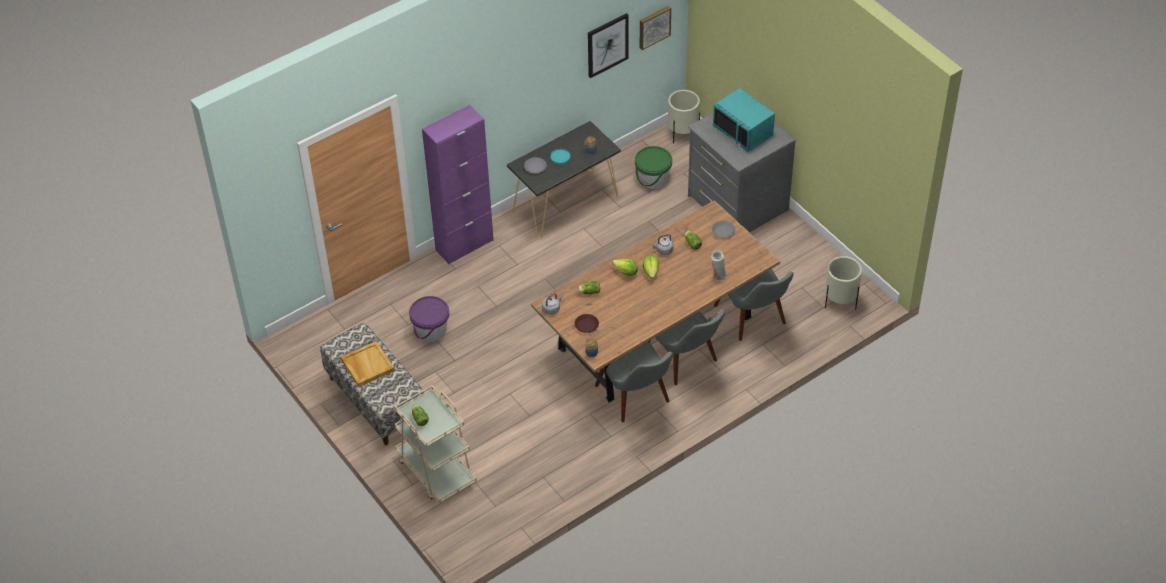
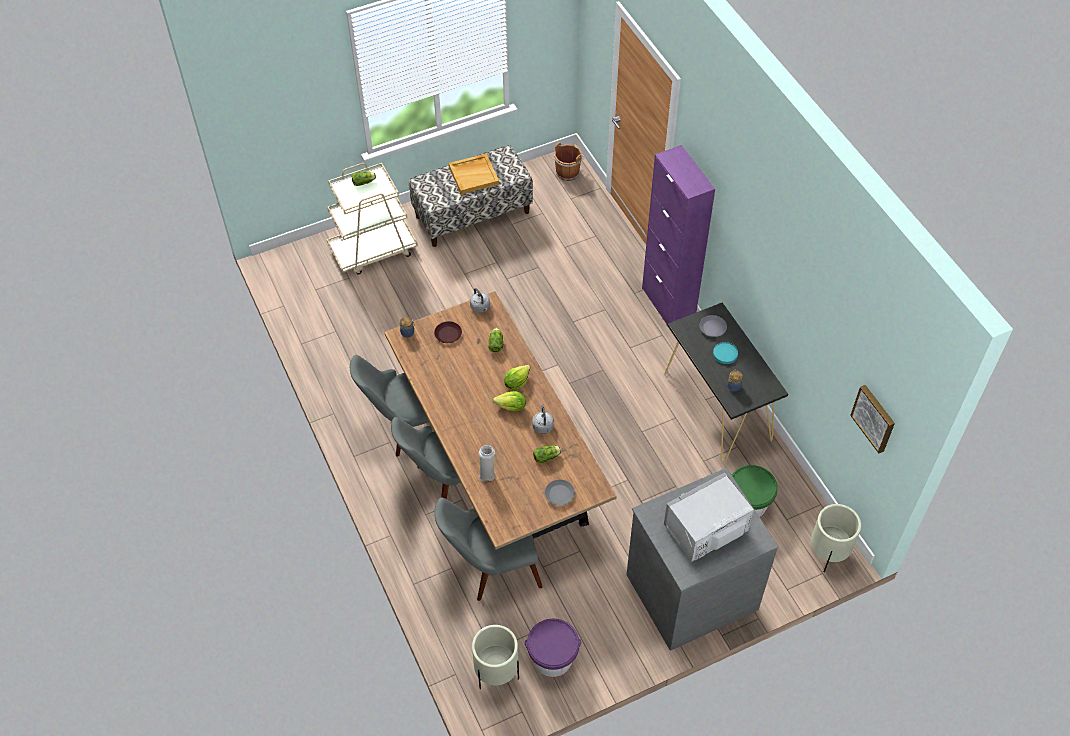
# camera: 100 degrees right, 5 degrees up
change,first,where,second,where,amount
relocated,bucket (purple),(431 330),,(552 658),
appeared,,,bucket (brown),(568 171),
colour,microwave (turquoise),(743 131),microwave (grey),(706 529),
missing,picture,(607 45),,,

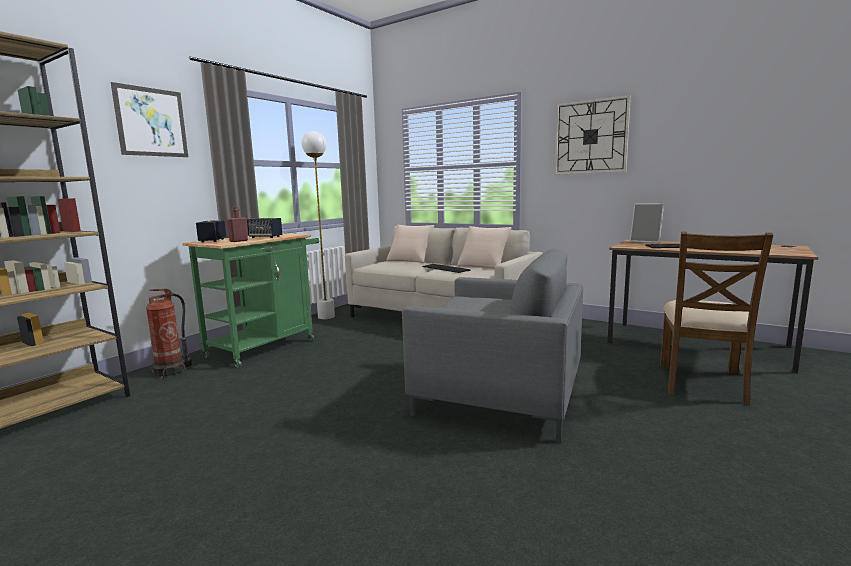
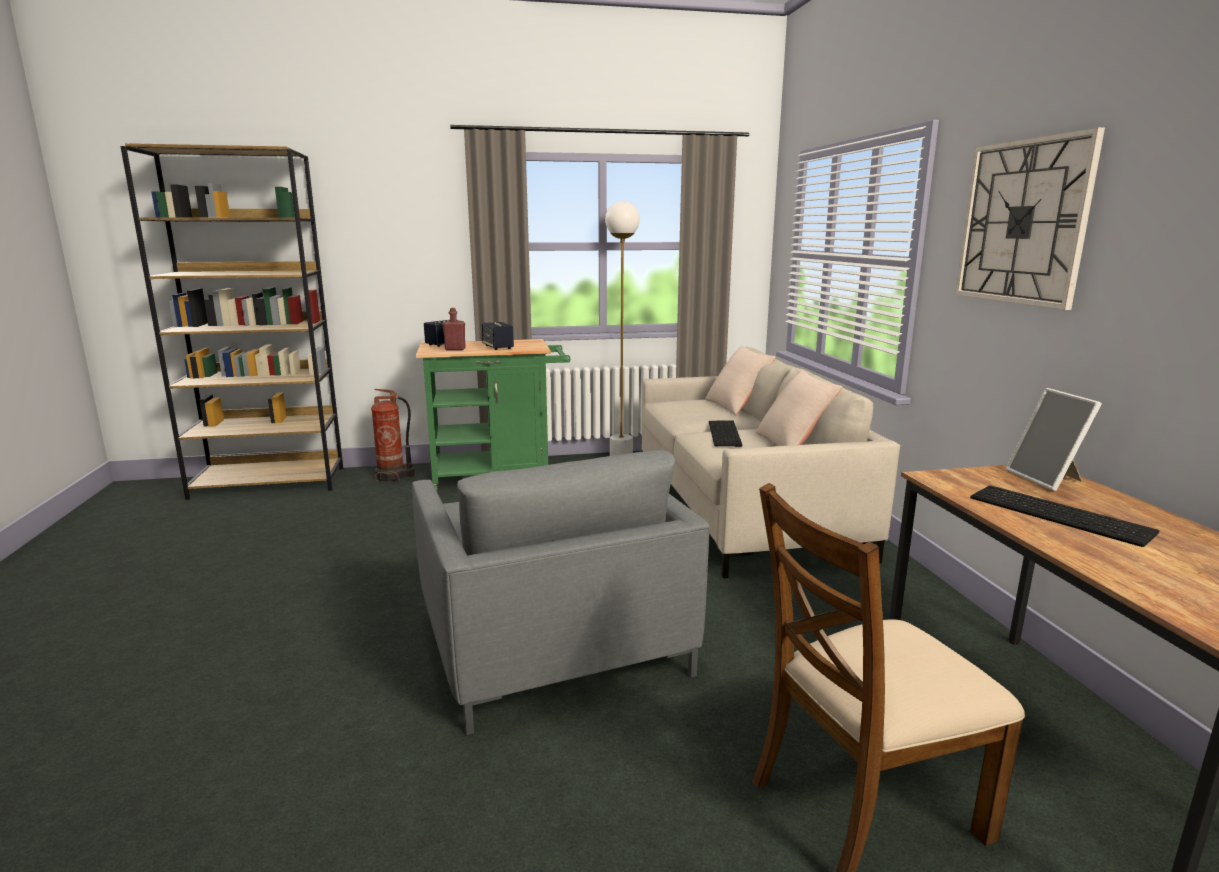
# camera: 45 degrees right, 5 degrees up
change,first,where,second,where,amount
missing,picture,(151 122),,,

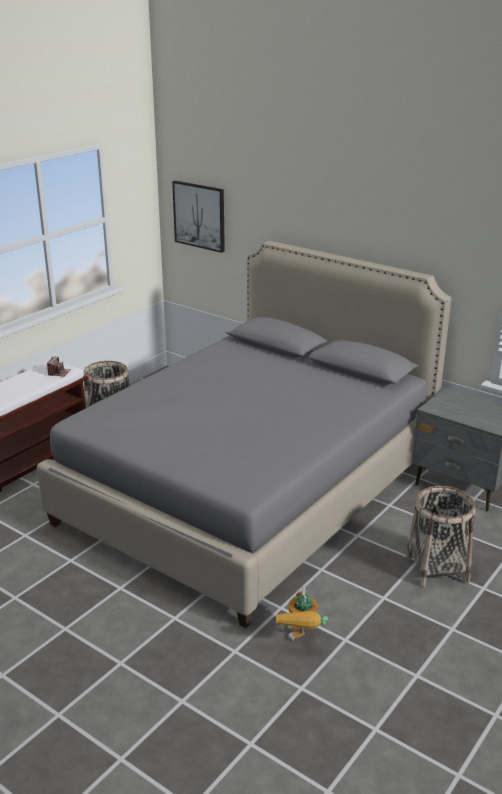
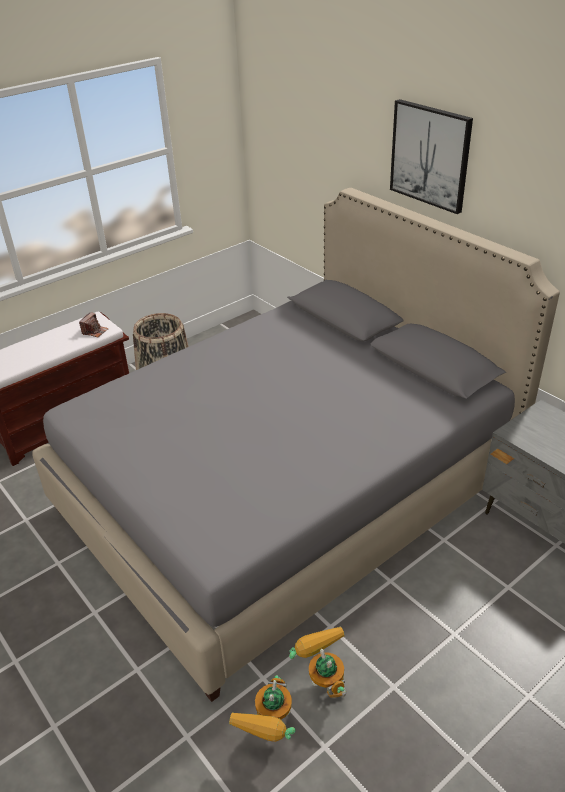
# camera: 15 degrees right, 10 degrees up
change,first,where,second,where,amount
appeared,,,toy robot,(322 682),
relocated,picture,(199 216),,(430 155),
missing,basket,(437 568),,,

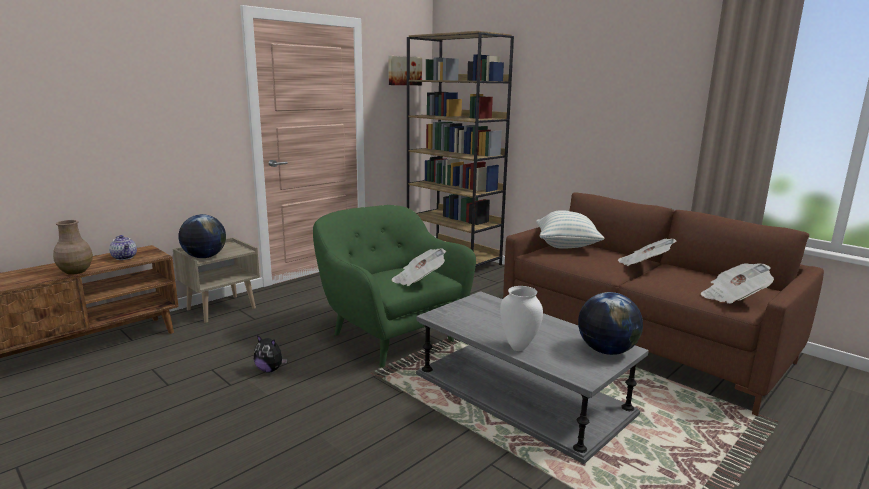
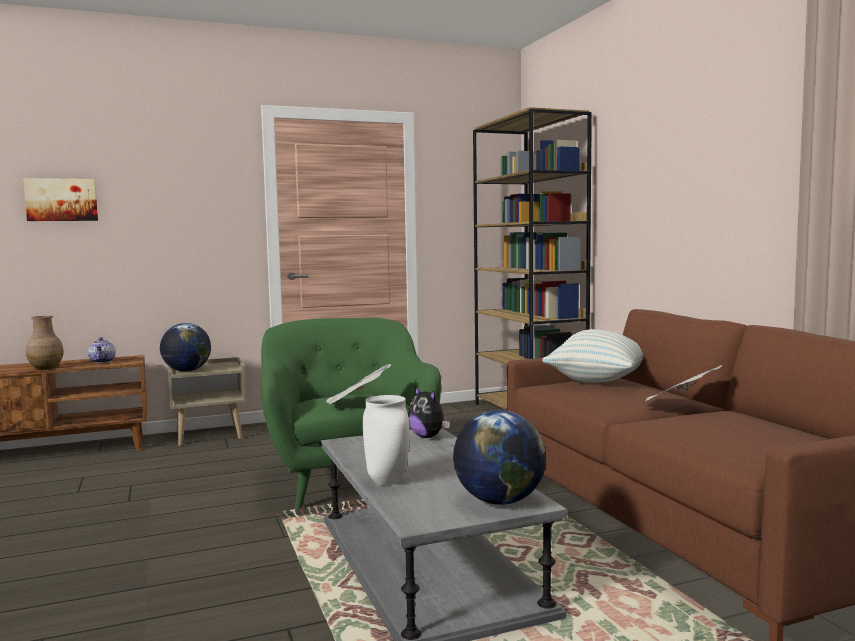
# camera: 25 degrees right, 10 degrees down
change,first,where,second,where,amount
relocated,picture,(404 71),,(62 200),
relocated,plush toy,(270 370),,(428 437),
missing,newspaper,(733 298),,,

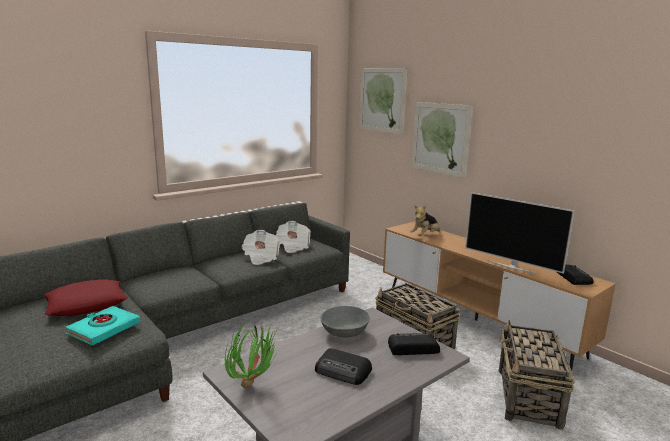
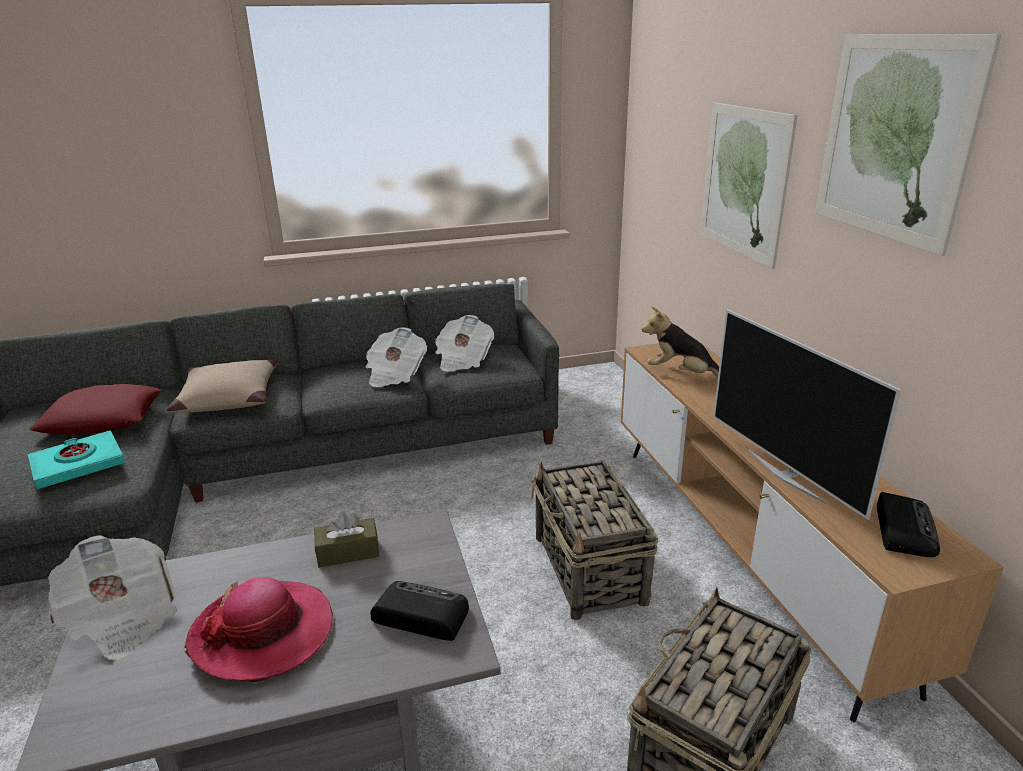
# camera: 25 degrees right, 10 degrees up
change,first,where,second,where,amount
exchanged,potted plant,(254 384),newspaper,(121 618),
appeared,,,pillow (beige),(227 397),
exchanged,radio,(343 371),hat,(263 633),
exchanged,bowl (grey),(344 332),tissue box (brown),(348 552),
spun,plush toy,(425 236),,(681 374),45 degrees clockwise
relocated,picture,(382 100),,(894 138),

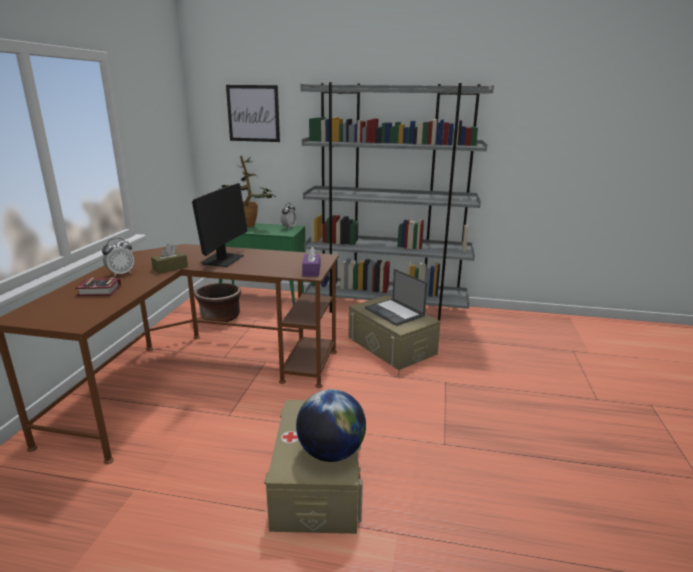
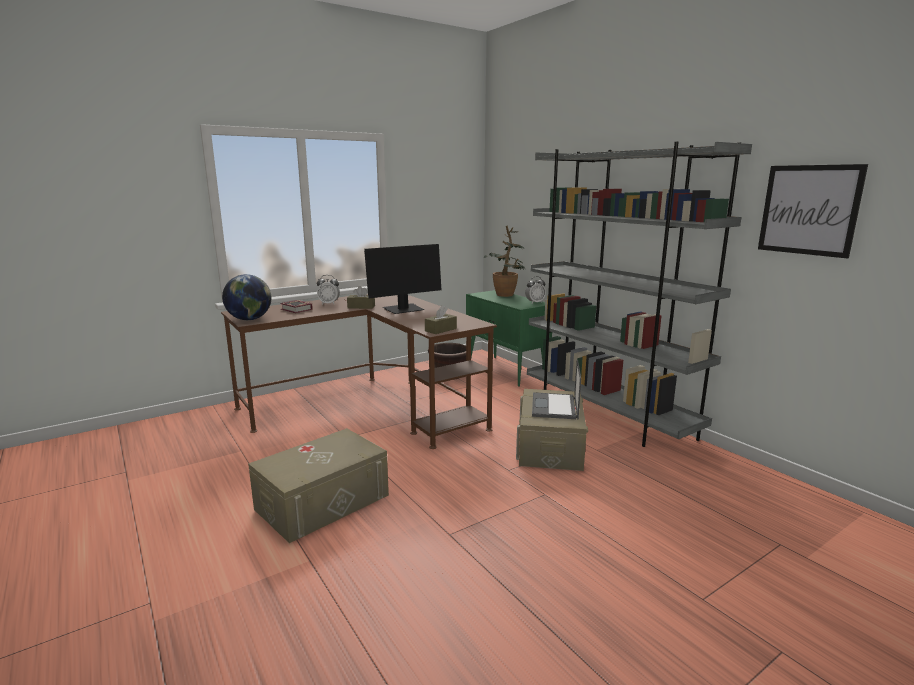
# camera: 45 degrees right, 5 degrees down
change,first,where,second,where,amount
relocated,globe,(331 452),,(249 319),
colour,tissue box (purple),(311 271),tissue box (brown),(440 330),
relocated,picture,(253 113),,(809 210),

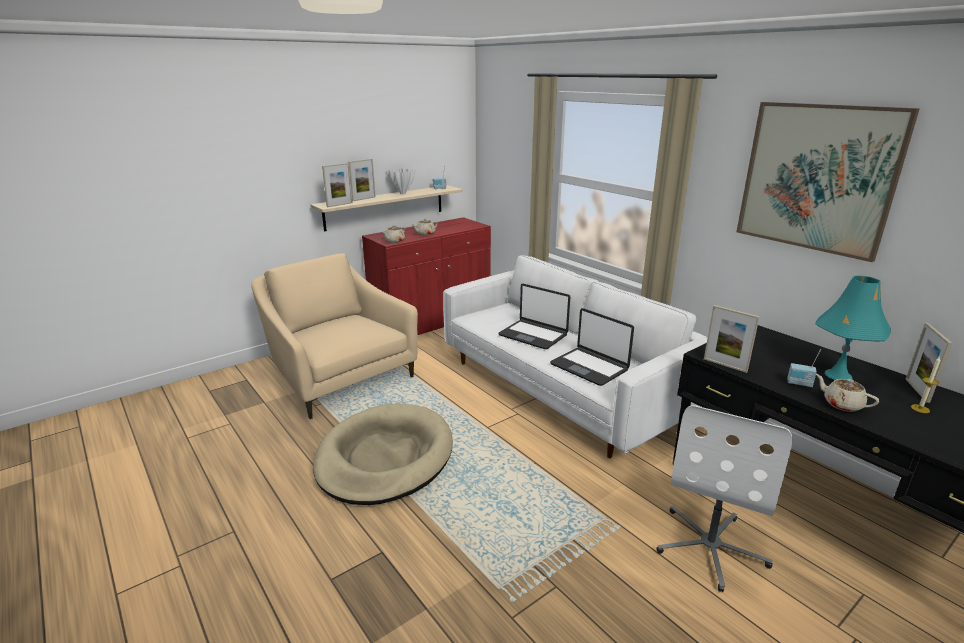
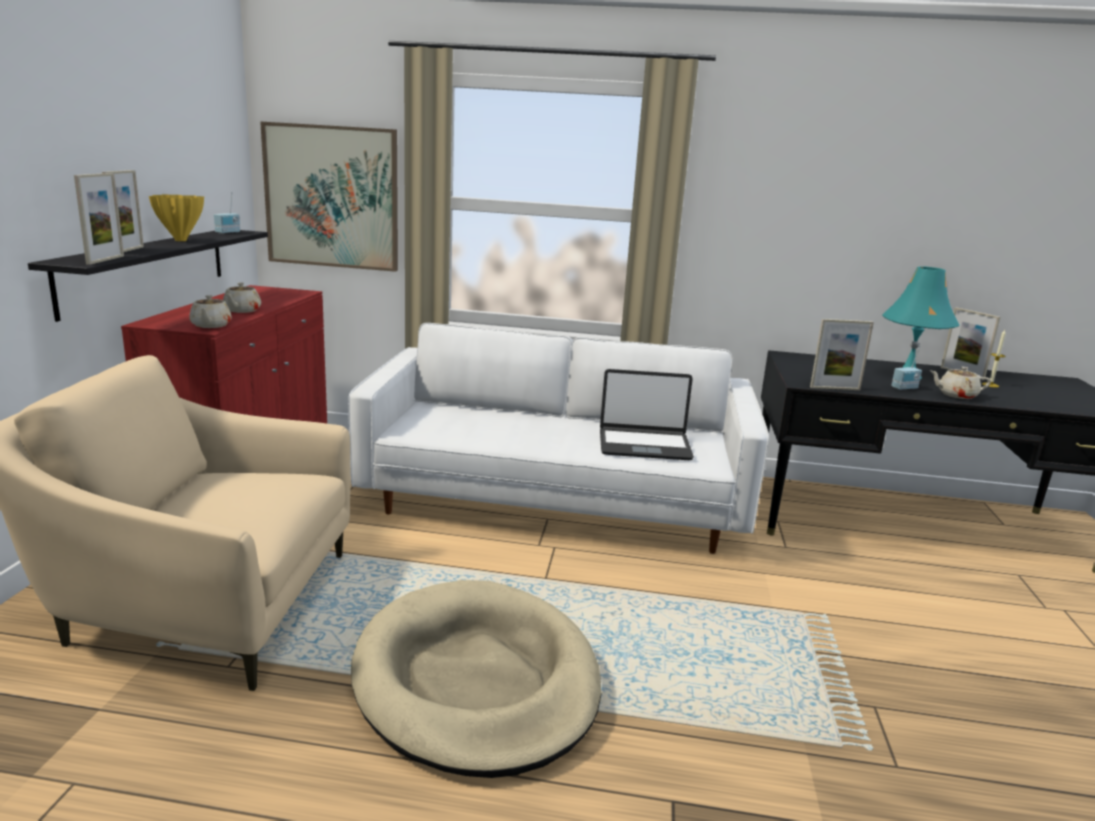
# camera: 45 degrees left, 5 degrees down
change,first,where,second,where,amount
colour,shelf (beige),(385 207),shelf (black),(147 269),
colour,vase (white),(402 193),vase (yellow),(179 240),
relocated,picture,(817 178),,(332 197),
missing,laptop,(533 335),,,
missing,office chair (white),(710 547),,,

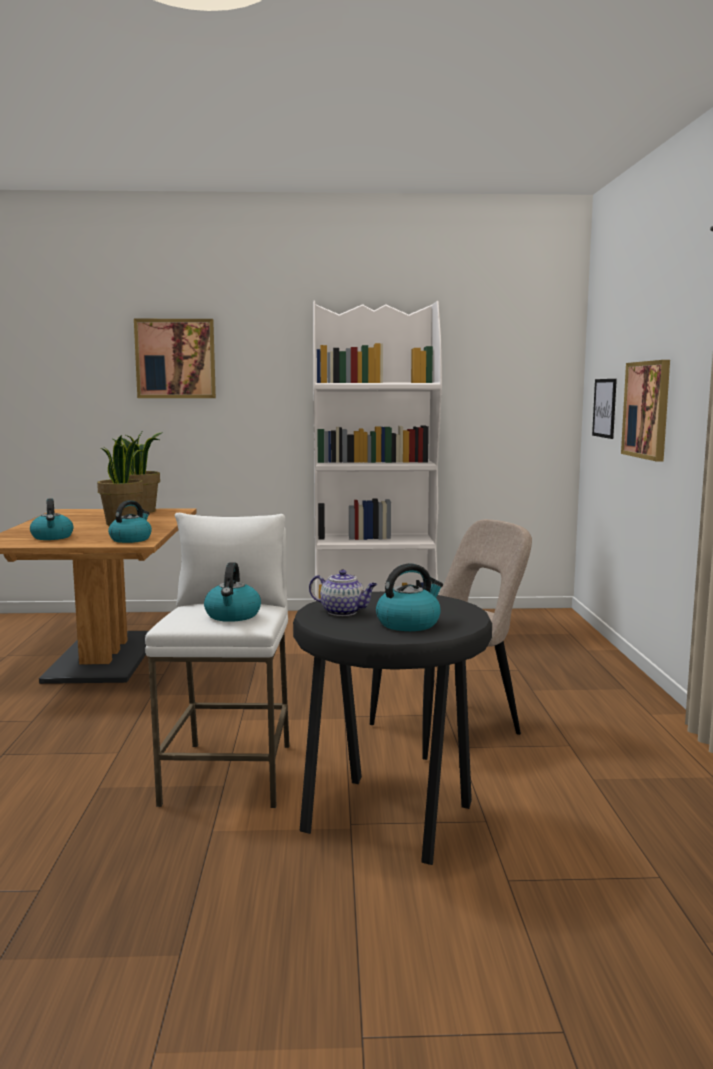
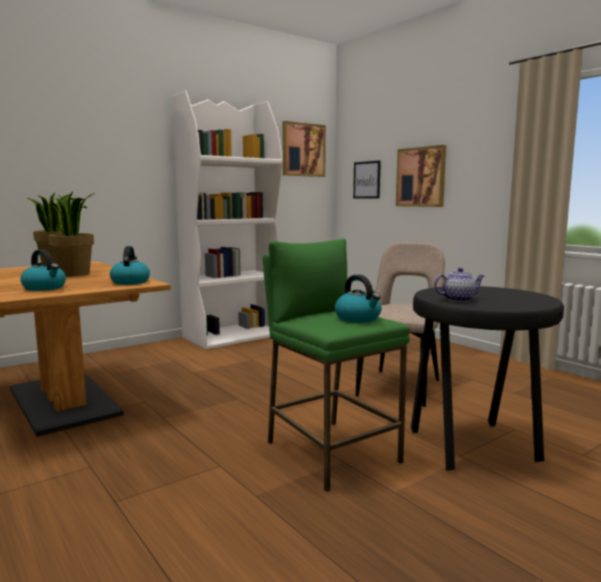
# camera: 35 degrees left, 0 degrees up
change,first,where,second,where,amount
colour,stool (white),(229 773),stool (green),(331 452),
relocated,picture,(175 359),,(303 150),
missing,kettle,(409 623),,,

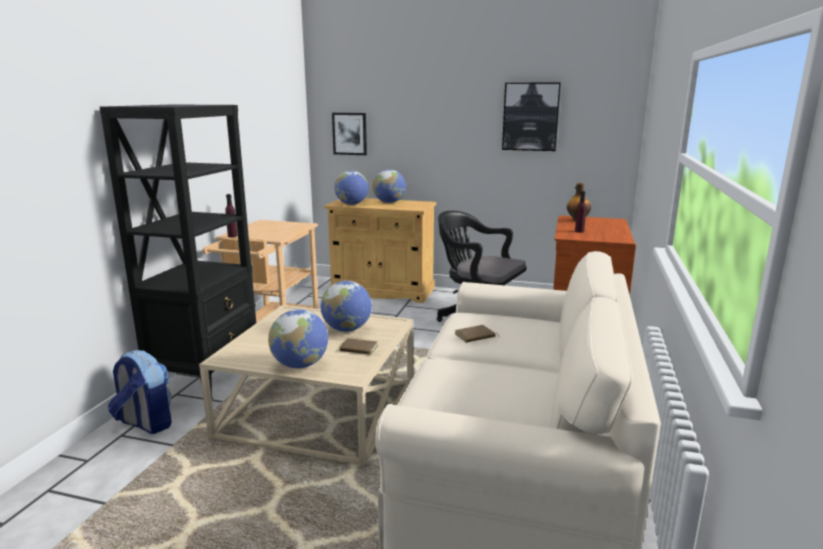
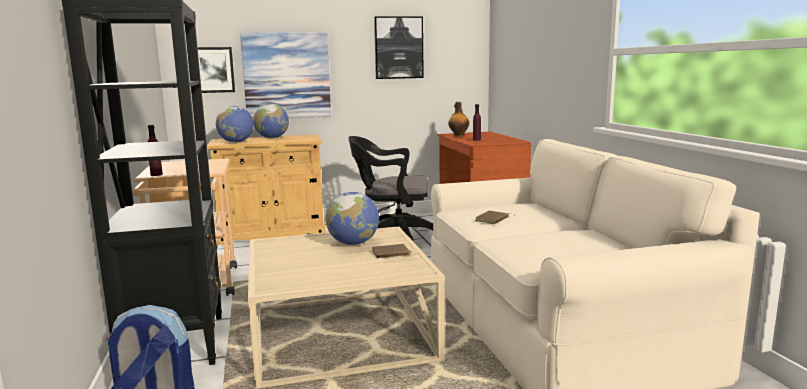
# camera: 30 degrees left, 5 degrees down
change,first,where,second,where,amount
appeared,,,picture,(287 76),
missing,globe,(300 365),,,

